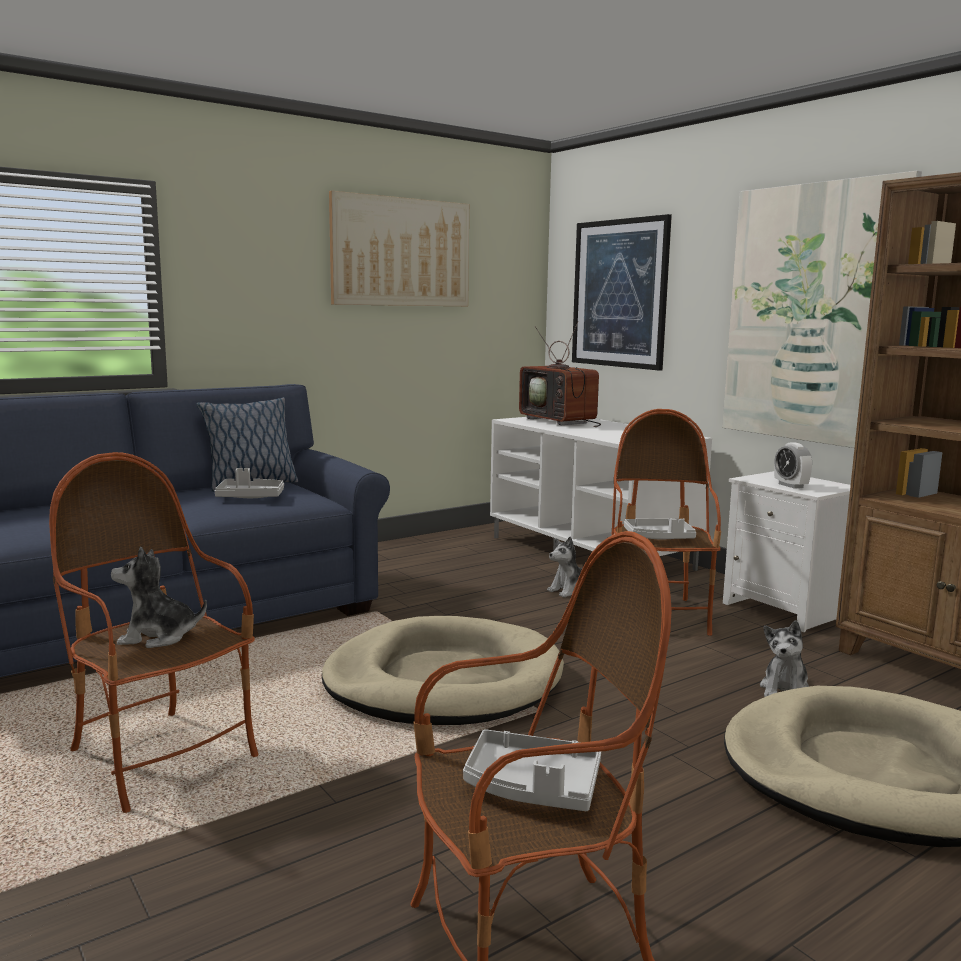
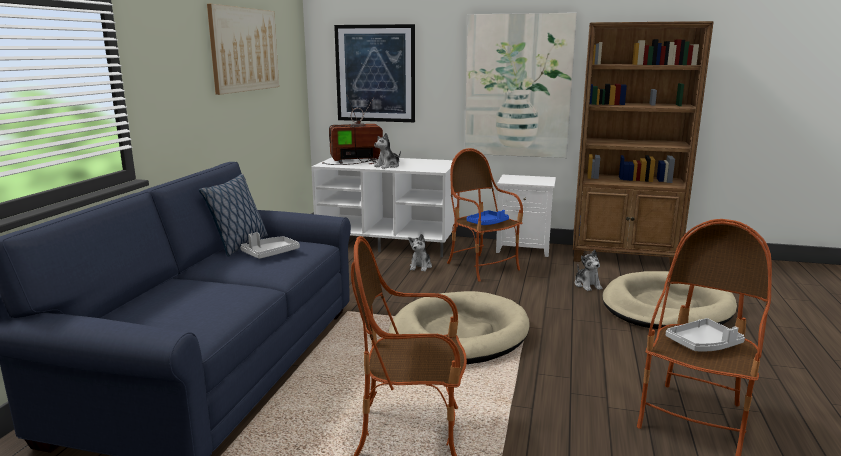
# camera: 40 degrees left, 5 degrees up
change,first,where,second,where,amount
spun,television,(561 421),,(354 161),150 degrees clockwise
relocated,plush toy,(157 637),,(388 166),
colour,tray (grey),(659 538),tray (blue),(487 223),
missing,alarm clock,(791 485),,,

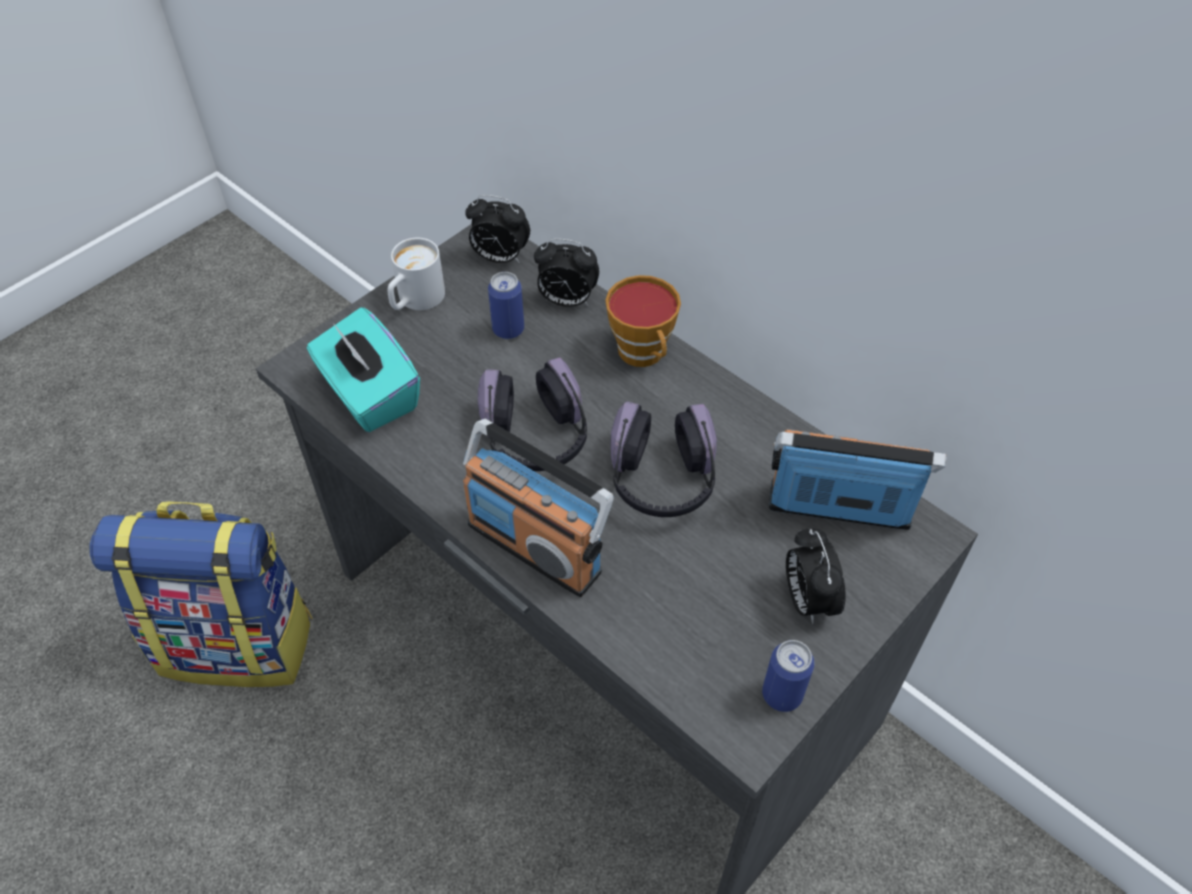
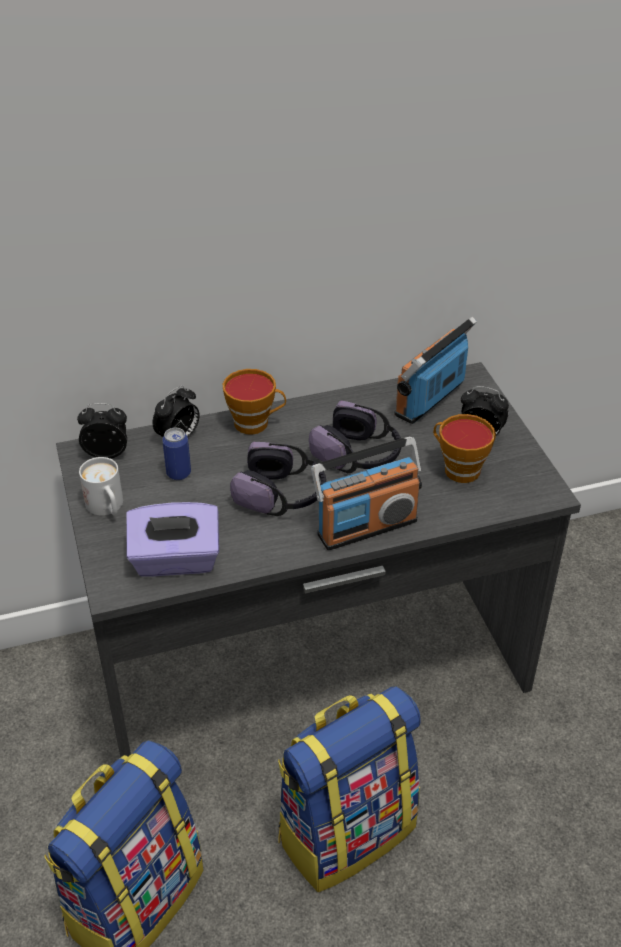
# camera: 60 degrees left, 10 degrees down
change,first,where,second,where,amount
spun,alarm clock,(499 258),,(107 453),135 degrees counterclockwise
colour,tissue box (turquoise),(369 395),tissue box (purple),(175 560),
appeared,,,backpack,(346 831),
appeared,,,cup,(457 469),
missing,can,(782 694),,,

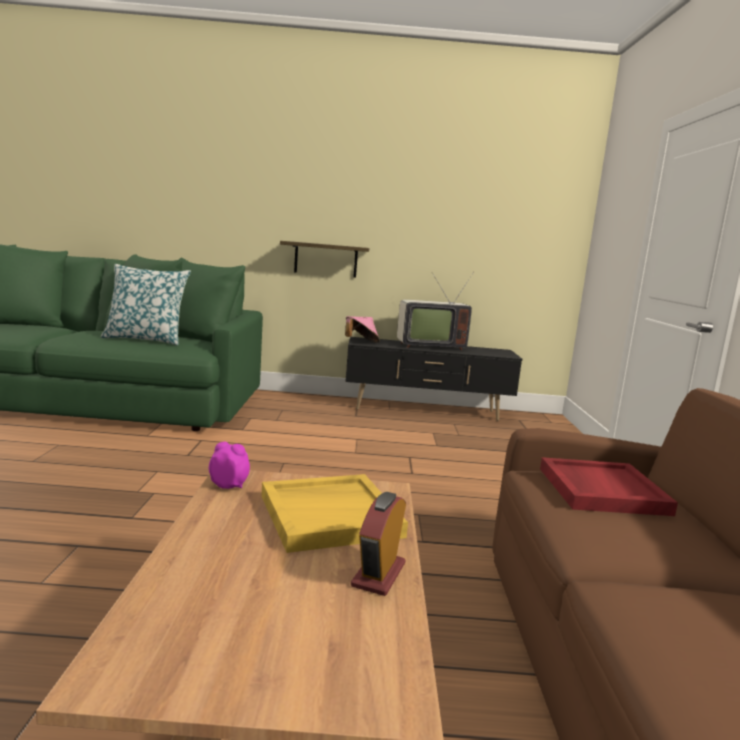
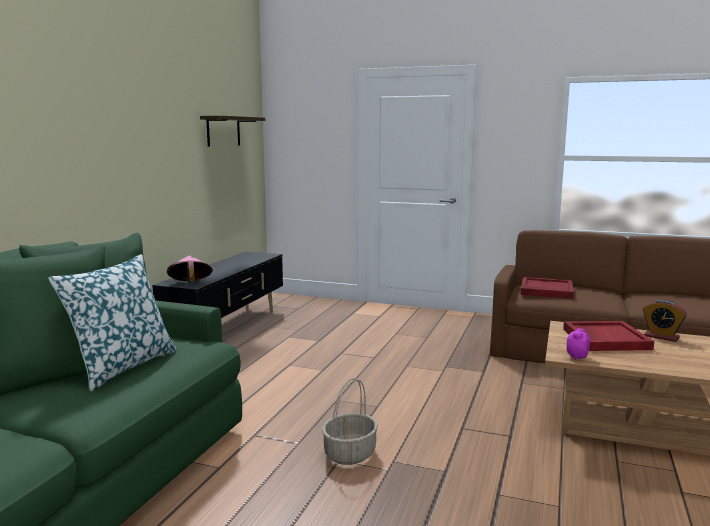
# camera: 70 degrees left, 0 degrees up
change,first,where,second,where,amount
relocated,shelf,(326 259),,(223 131),
appeared,,,basket,(350 453),
colour,tray (yellow),(330 515),tray (red),(605 339),
missing,television,(429 346),,,

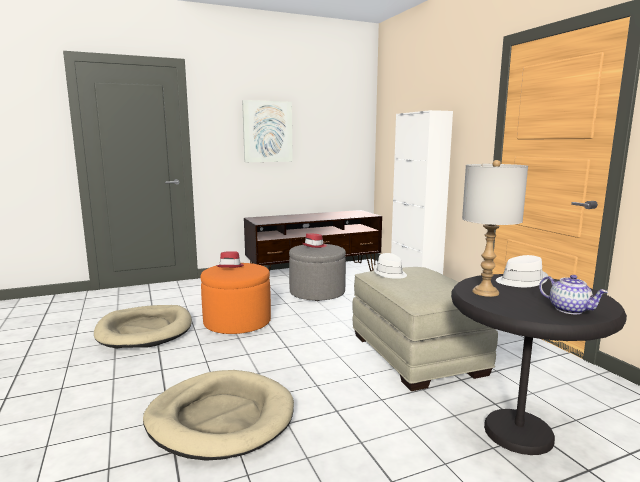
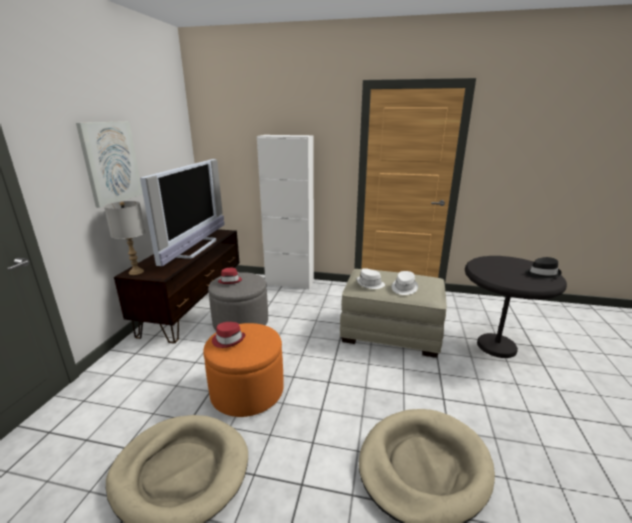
# camera: 55 degrees left, 10 degrees up
change,first,where,second,where,amount
relocated,table lamp (grey),(486 292),,(136 272),
appeared,,,television,(195 247),
relocated,hat (white),(520 281),,(404 288),
exchanged,teapot,(569 309),hat (black),(541 274),

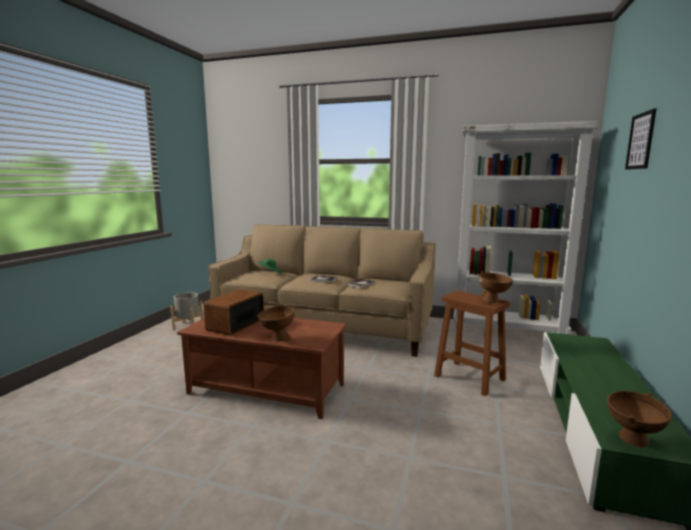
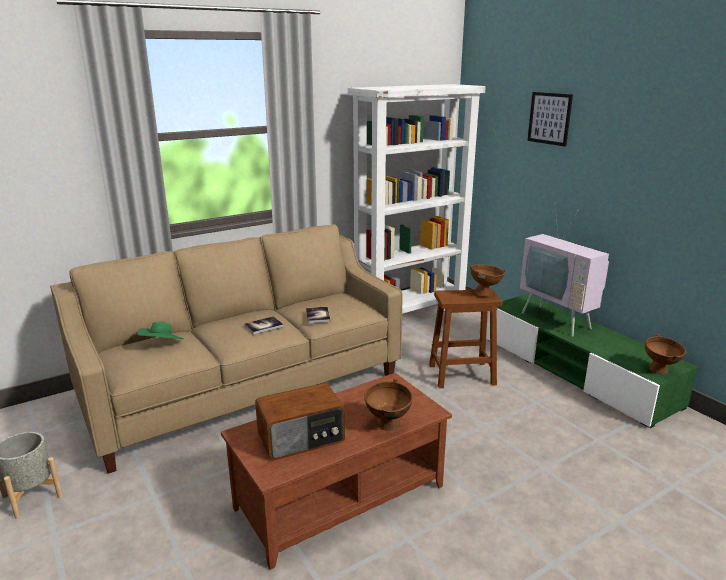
# camera: 50 degrees left, 10 degrees up
change,first,where,second,where,amount
spun,radio,(235 324),,(302 438),90 degrees counterclockwise
appeared,,,television,(559 319),

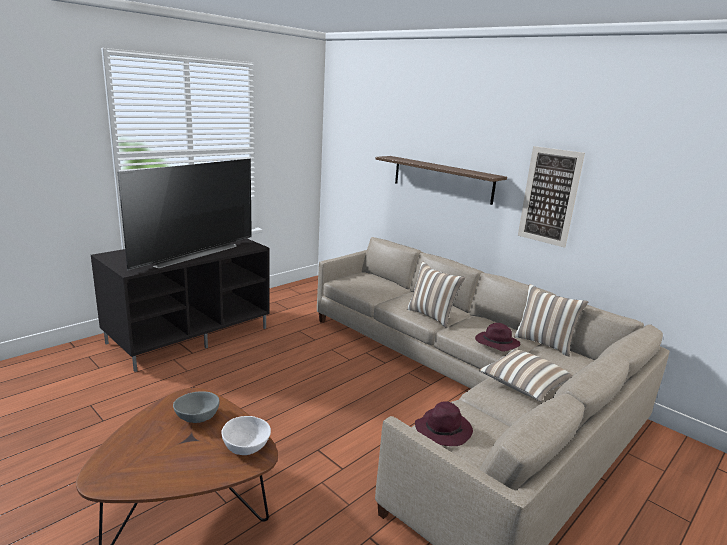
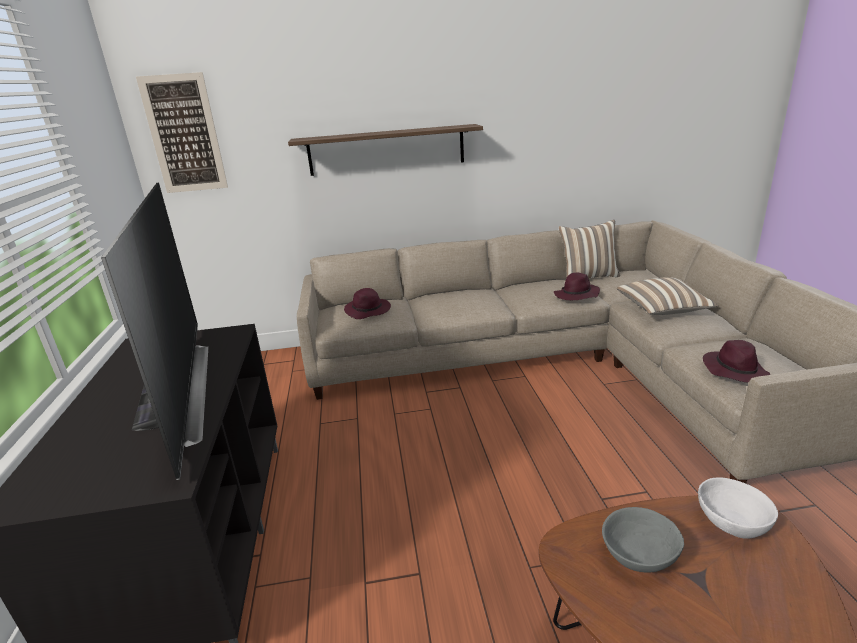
# camera: 50 degrees left, 5 degrees up
change,first,where,second,where,amount
relocated,picture,(549 196),,(184 134),
appeared,,,hat (purple),(368 311),
missing,pillow,(432 316),,,

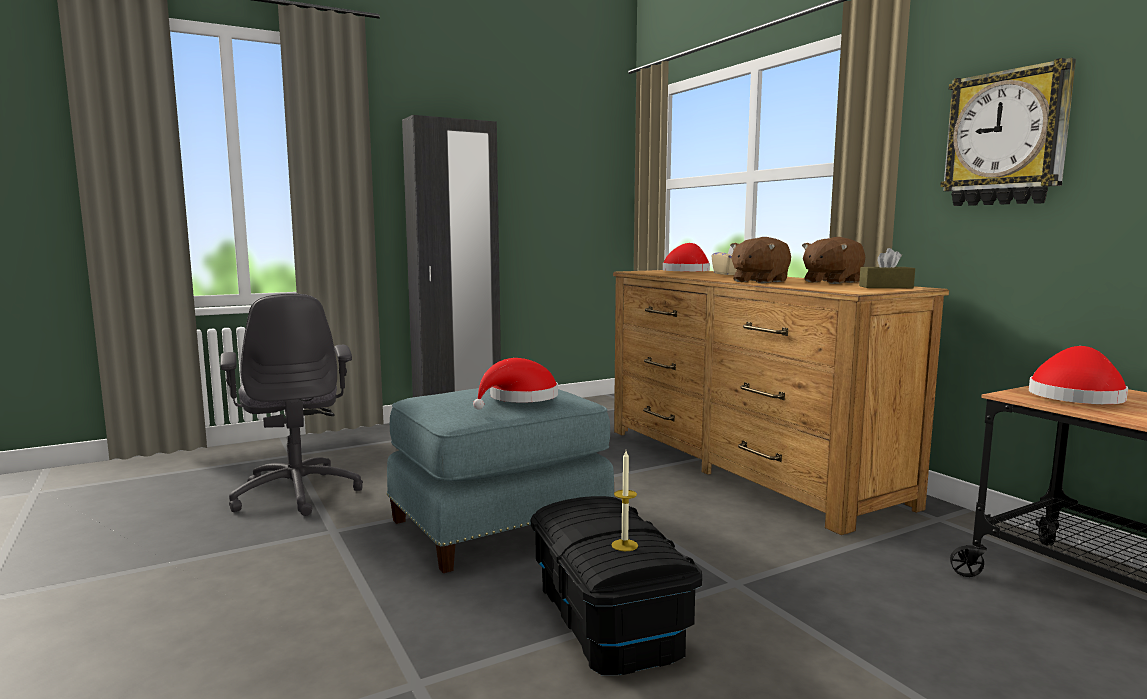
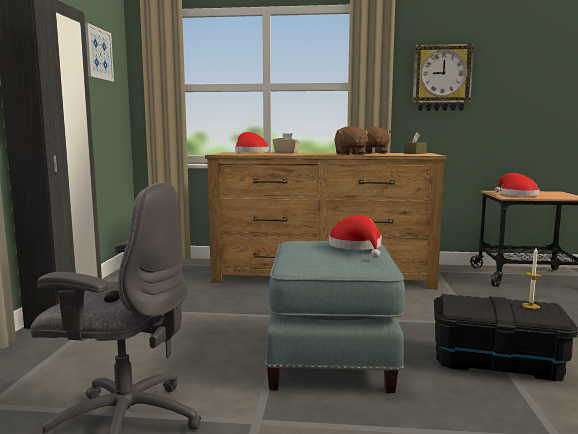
# camera: 55 degrees left, 0 degrees up
change,first,where,second,where,amount
appeared,,,picture,(97 54),

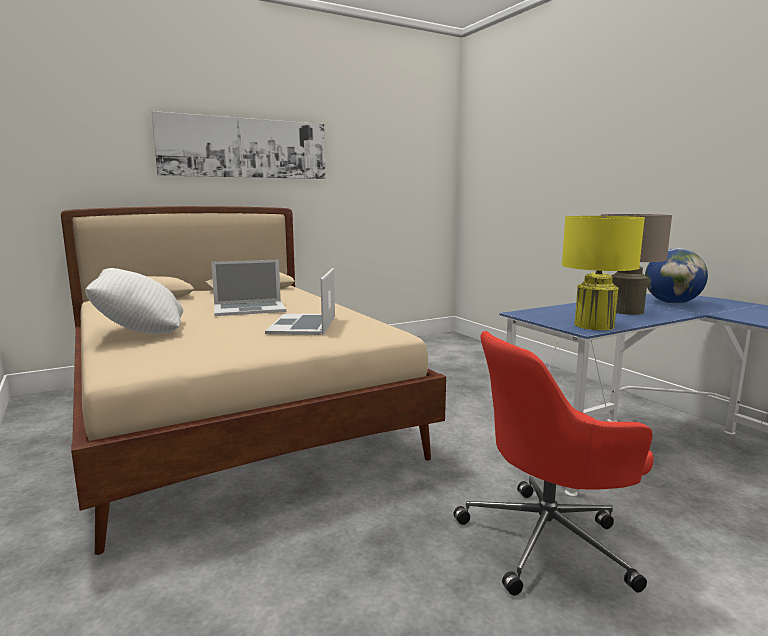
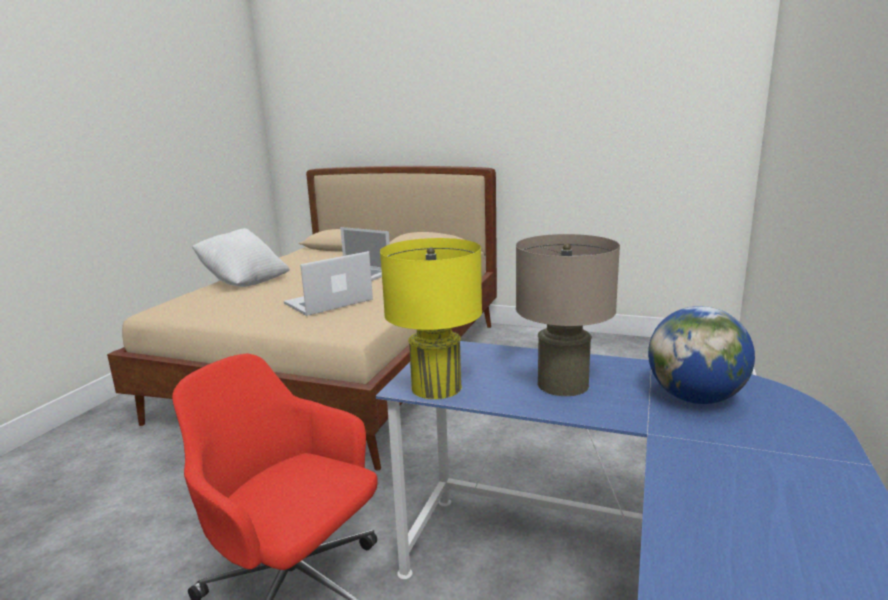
# camera: 50 degrees right, 5 degrees up
change,first,where,second,where,amount
missing,picture,(245 148),,,

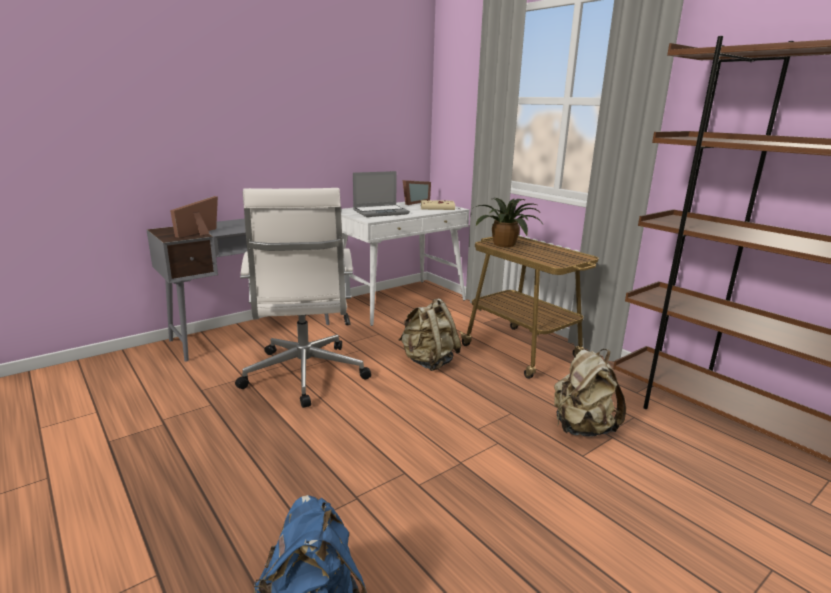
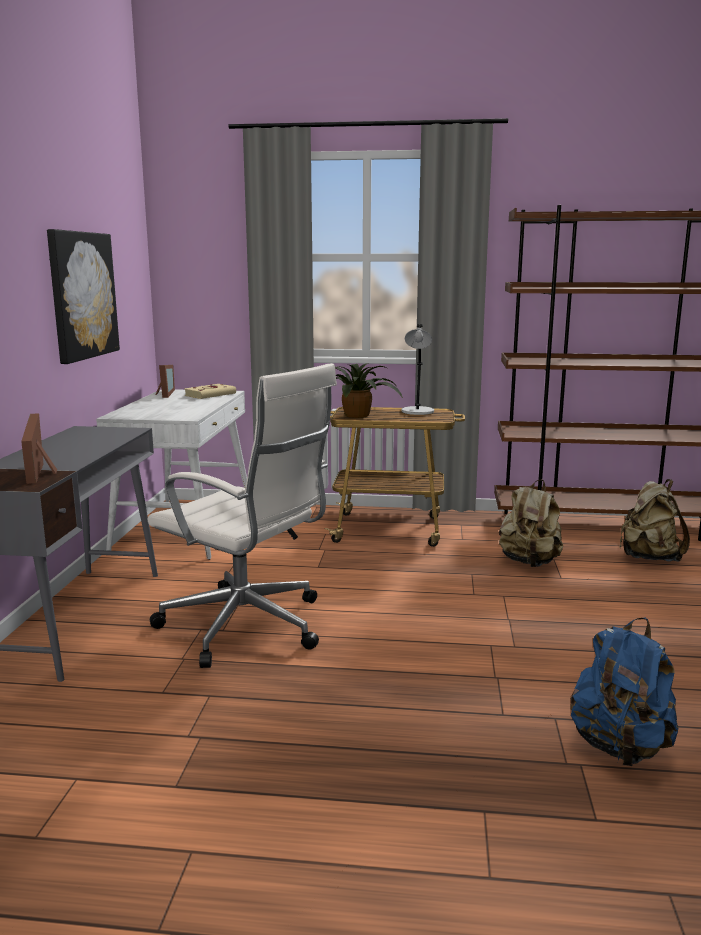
# camera: 45 degrees left, 5 degrees down
change,first,where,second,where,amount
appeared,,,picture,(82 295),
appeared,,,table lamp (grey),(417 412),
relocated,backpack (beige),(428 362),,(649 558),
missing,laptop,(381 212),,,

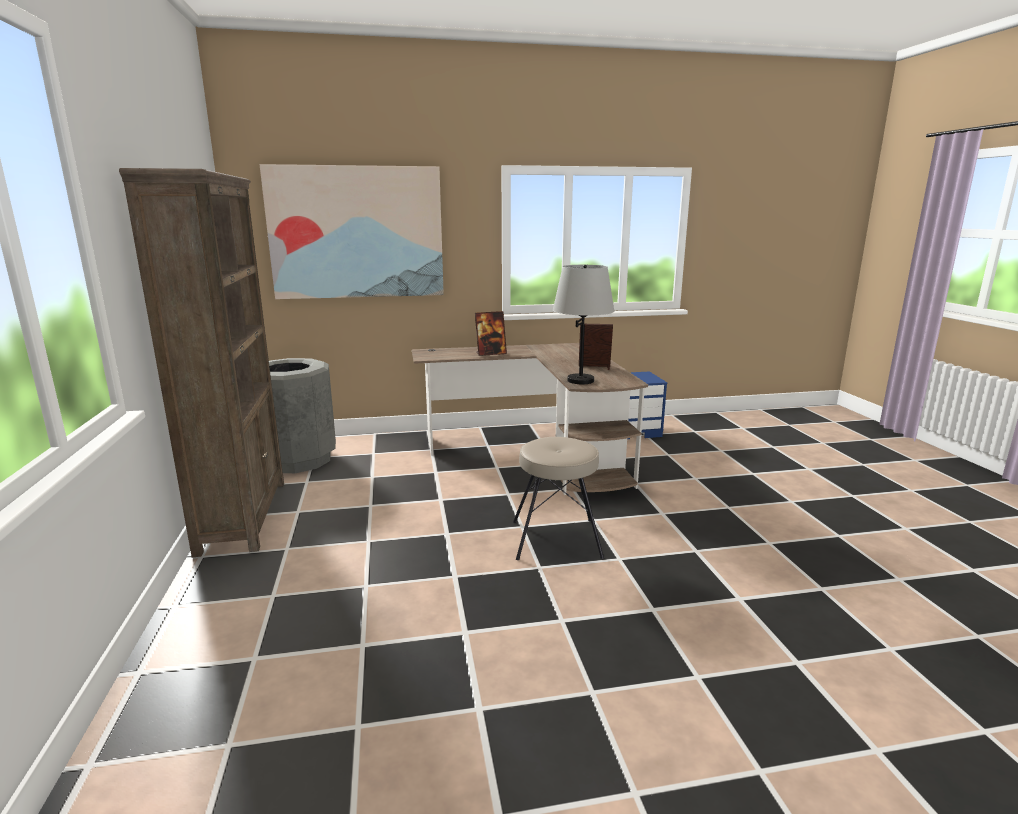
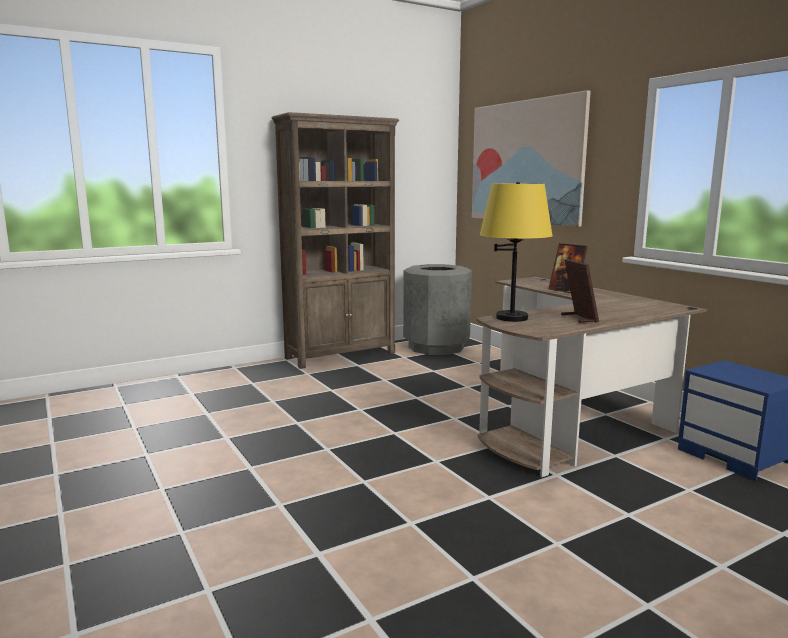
# camera: 70 degrees right, 5 degrees down
change,first,where,second,where,amount
colour,table lamp (grey),(580 380),table lamp (yellow),(512 318),
missing,stool (beige),(556 539),,,

